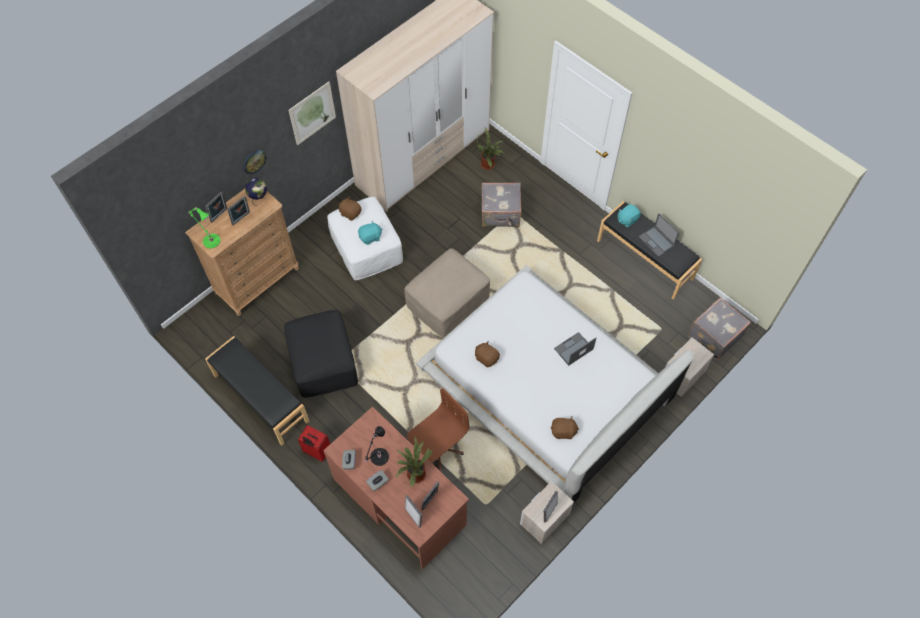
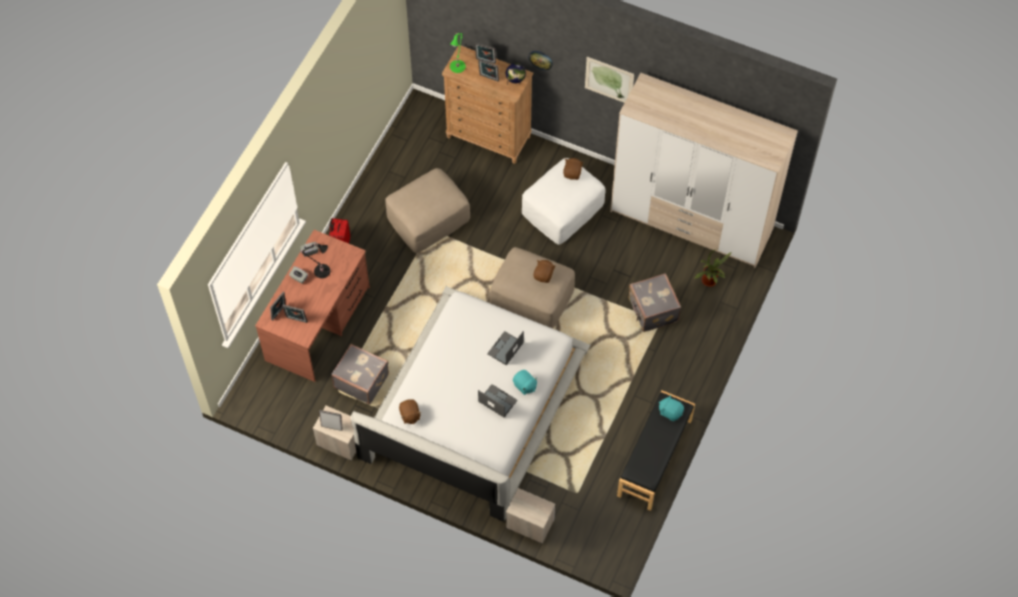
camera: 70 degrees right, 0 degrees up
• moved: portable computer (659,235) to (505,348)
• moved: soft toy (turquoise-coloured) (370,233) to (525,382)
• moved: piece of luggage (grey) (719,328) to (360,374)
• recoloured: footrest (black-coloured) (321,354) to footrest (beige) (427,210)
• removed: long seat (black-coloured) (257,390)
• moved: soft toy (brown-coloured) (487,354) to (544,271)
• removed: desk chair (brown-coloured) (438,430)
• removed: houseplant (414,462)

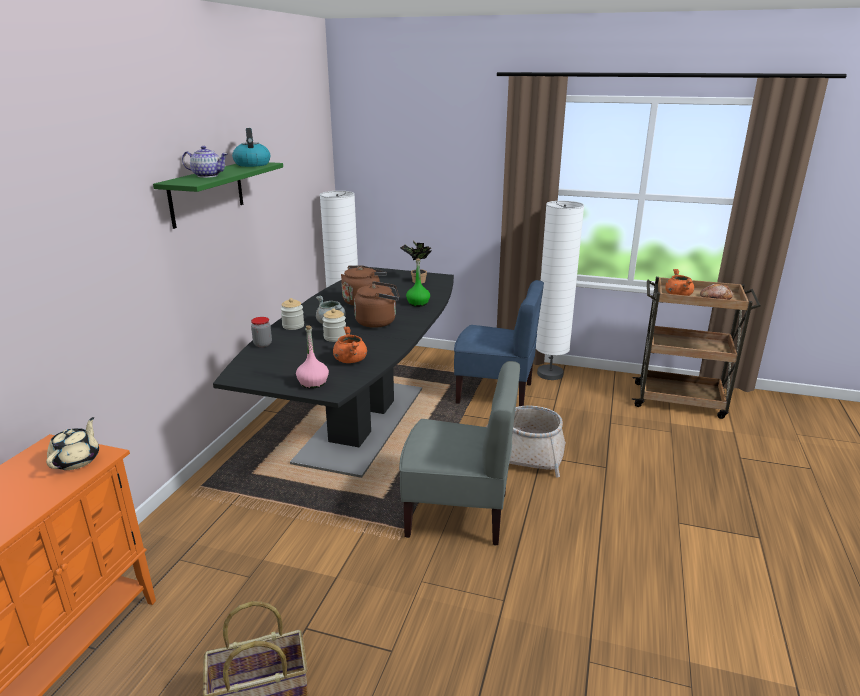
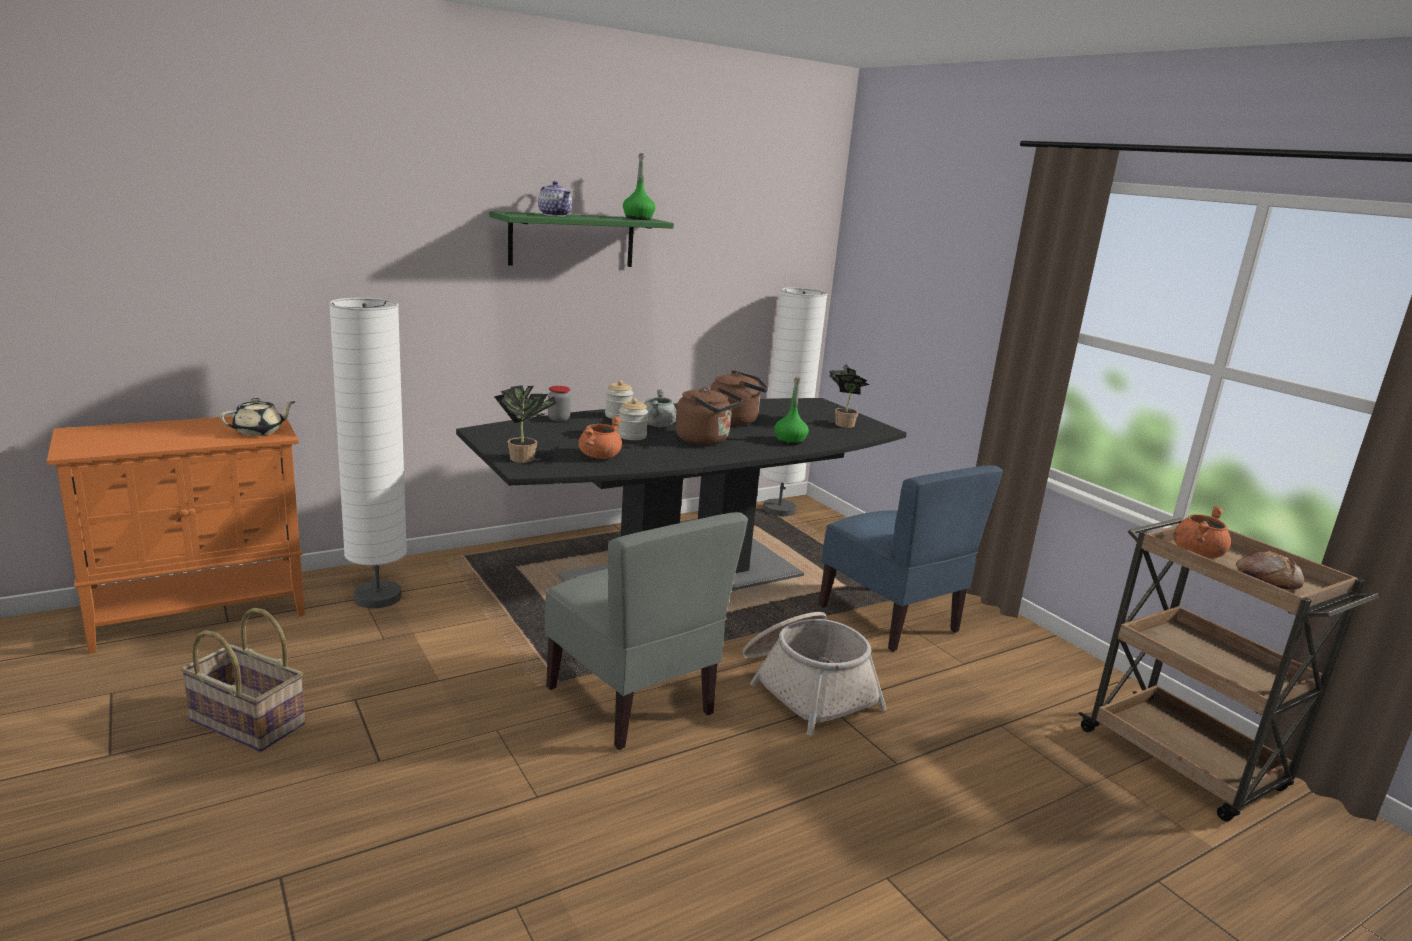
camera: 40 degrees right, 5 degrees down
• replaced: tea kettle (251,147) to beverage bottle (green) (639,186)
• moved: standing lamp (whitish) (560,290) to (368,453)
• replaced: beverage bottle (pink) (312,357) to houseplant (525,424)

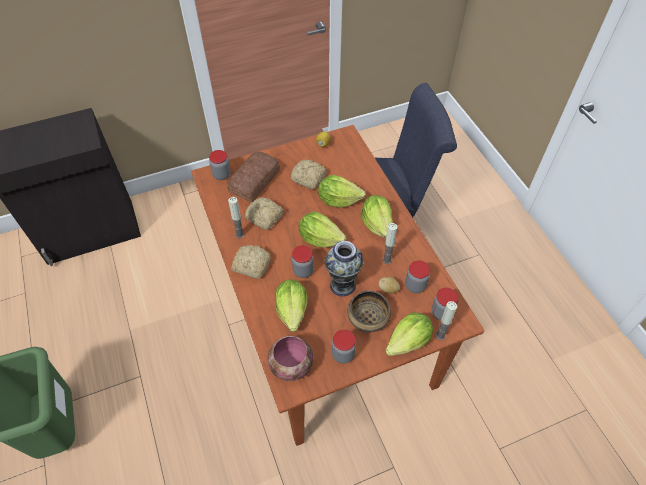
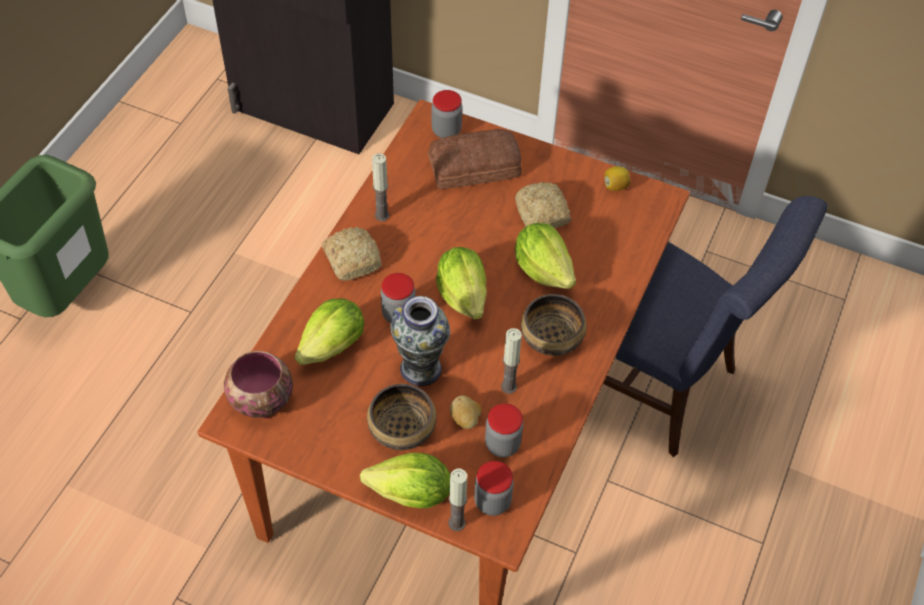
camera: 45 degrees right, 0 degrees up
• replaced: head of lettuce (377,216) to serving bowl (554,325)
• removed: bakery bread (264,213)
• removed: preserve jar (344,347)

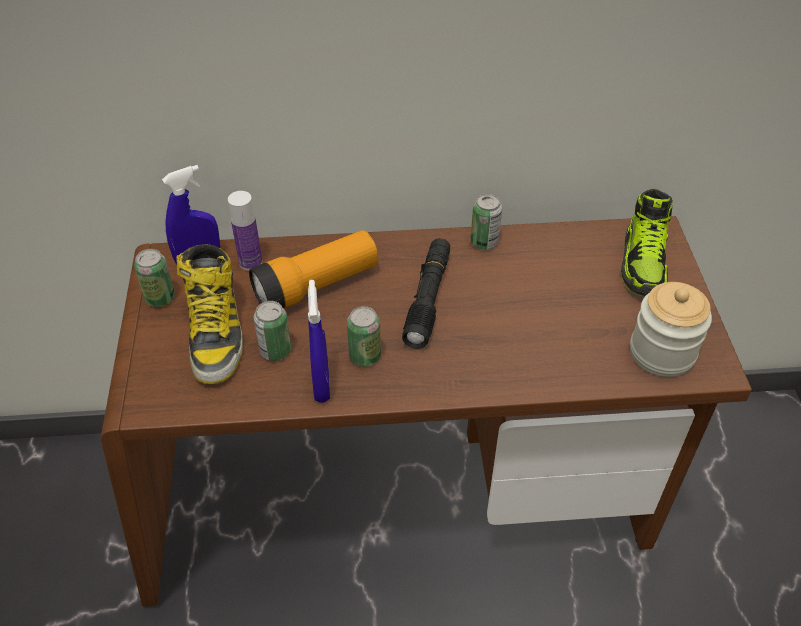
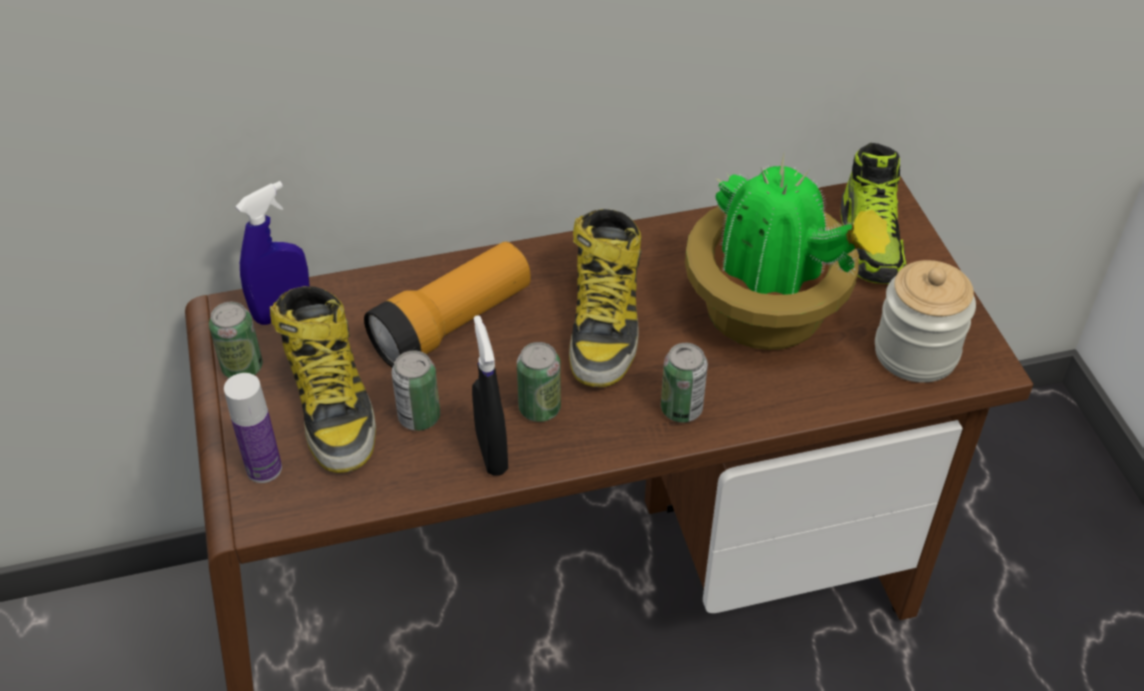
camera: 10 degrees left, 0 degrees up
• moved: beverage bottle (245,231) to (253,428)
• moved: sealed can (486,221) to (684,383)
• replaced: flashlight (black-coloured) (426,293) to boot (605,298)
• recoloured: sprayer (blue) (319,341) to sprayer (black-coloured) (490,395)
• added: houseplant (788,252)

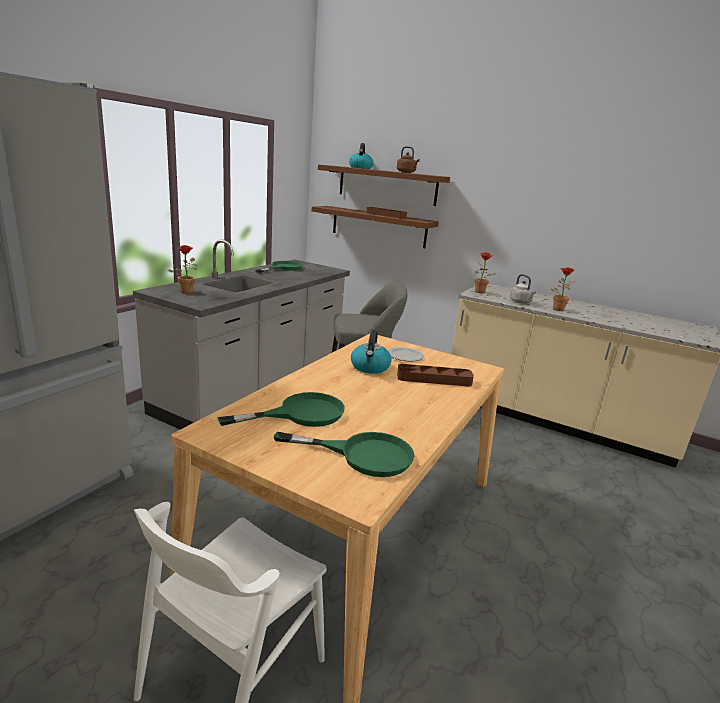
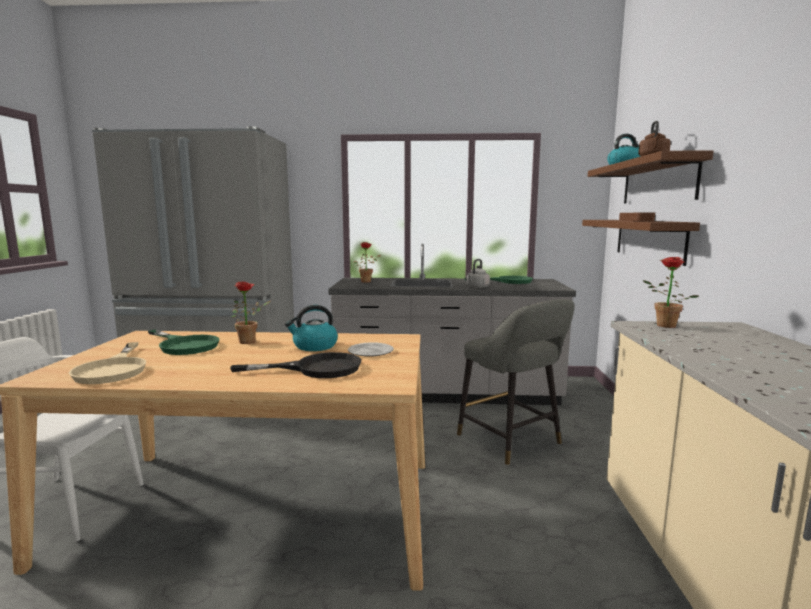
camera: 65 degrees right, 10 degrees down
• moved: houseplant (563,289) to (251,312)
• moved: tea kettle (grey) (523,288) to (478,273)
• replaced: serving tray (brown-coloured) (435,375) to pan (black-coloured) (296,365)
• recoloured: pan (green) (344,454) to pan (beige) (107,363)

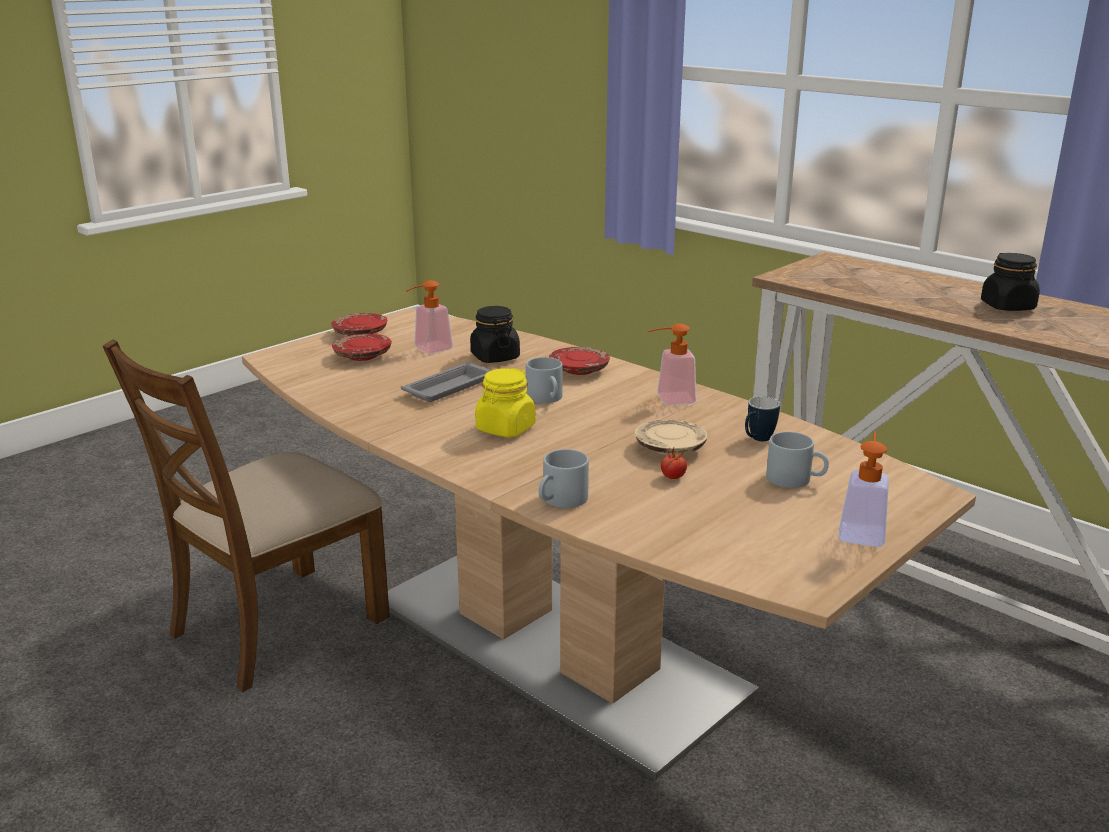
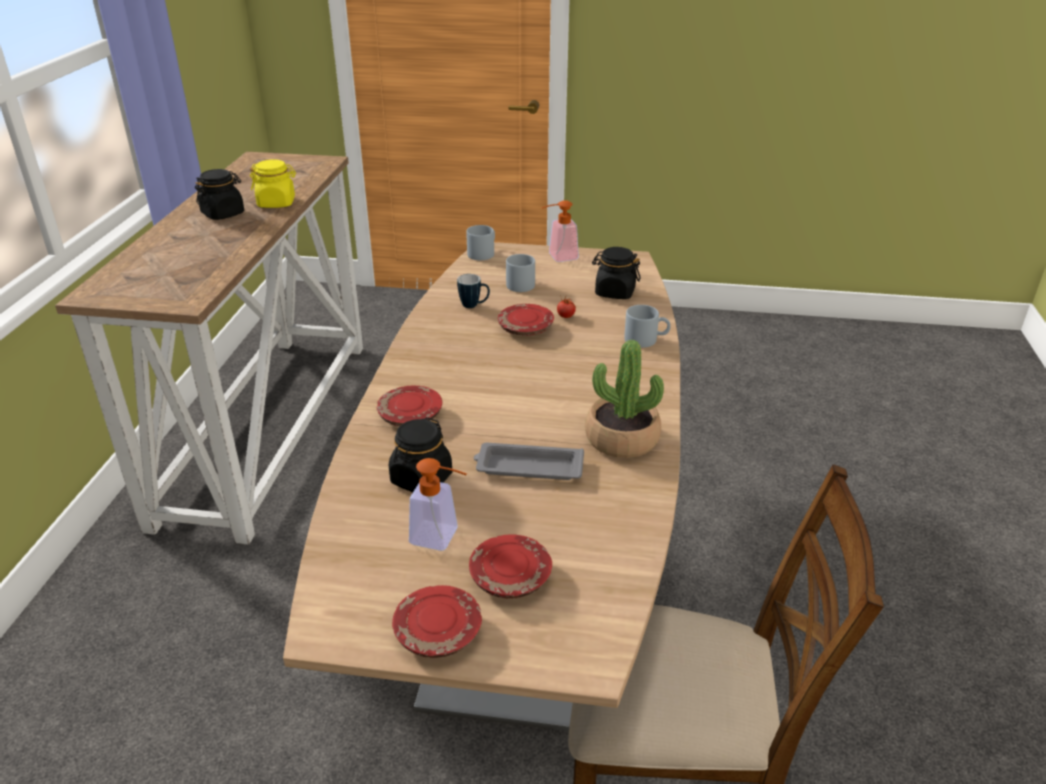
camera: 125 degrees left, 10 degrees up
• removed: soap dispenser (672,364)
• moved: coffee mug (grey) (544,380) to (480,242)
• moved: preserve jar (yellowish) (505,402) to (273,184)
• recoloured: plate (beige) (671,437) to plate (red) (526,320)
• added: preserve jar (black-coloured) (616,273)
• added: houseplant (624,399)

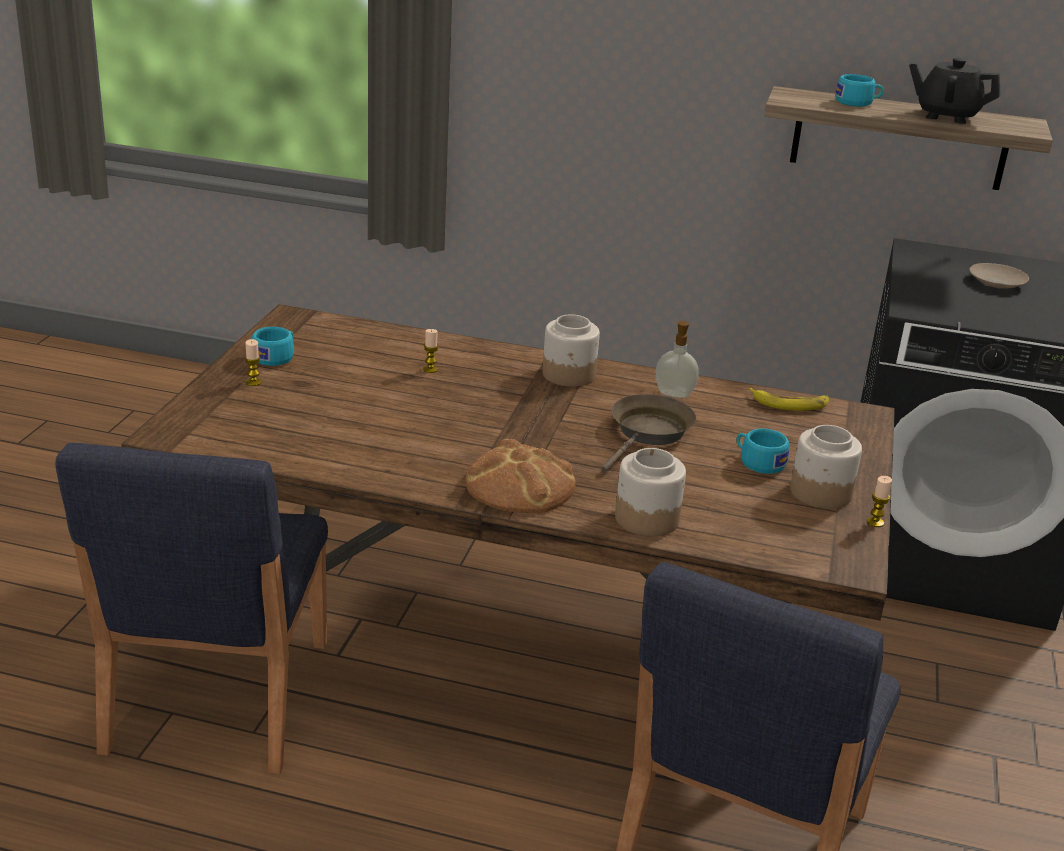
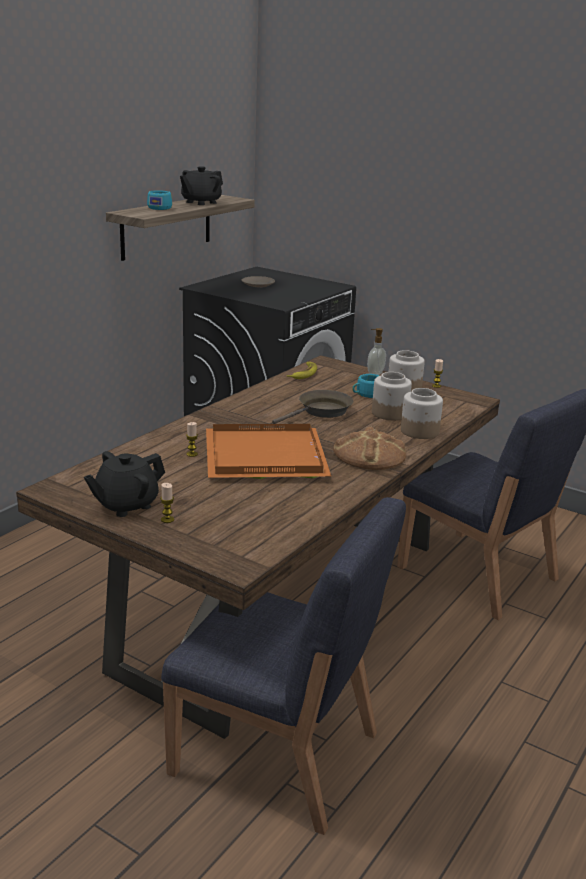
camera: 70 degrees left, 5 degrees down
• moved: preserve jar (571,350) to (392,396)
• moved: soap dispenser (677,359) to (376,351)
• replaced: cup (turquoise-coloured) (273,346) to pot for tea (black-coloured) (124,484)
• turned: pan (brown-coloured) (648,433) = (312,407) 90 degrees clockwise
• added: serving tray (orange-coloured) (268,451)

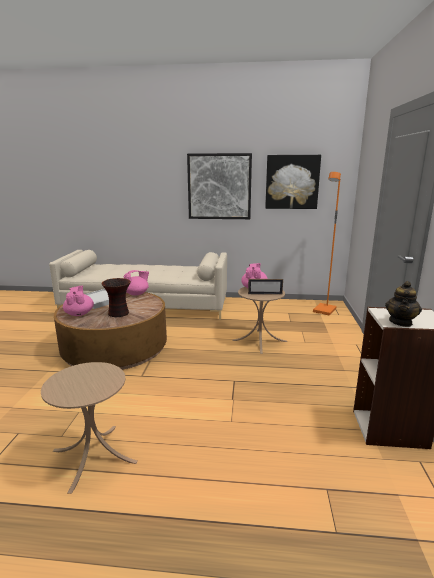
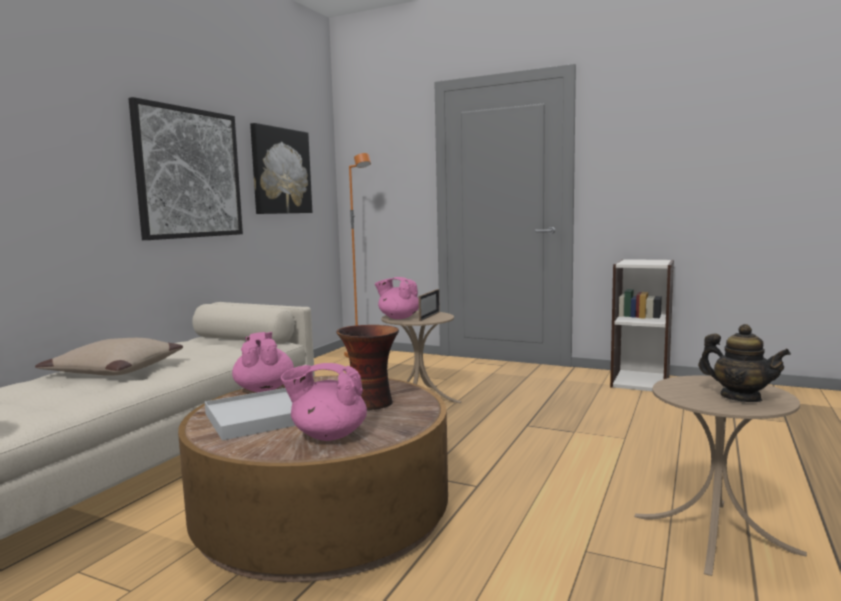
camera: 70 degrees left, 10 degrees down
• moved: pot for tea (403,304) to (744,363)
• added: cushion (beige) (109,357)

